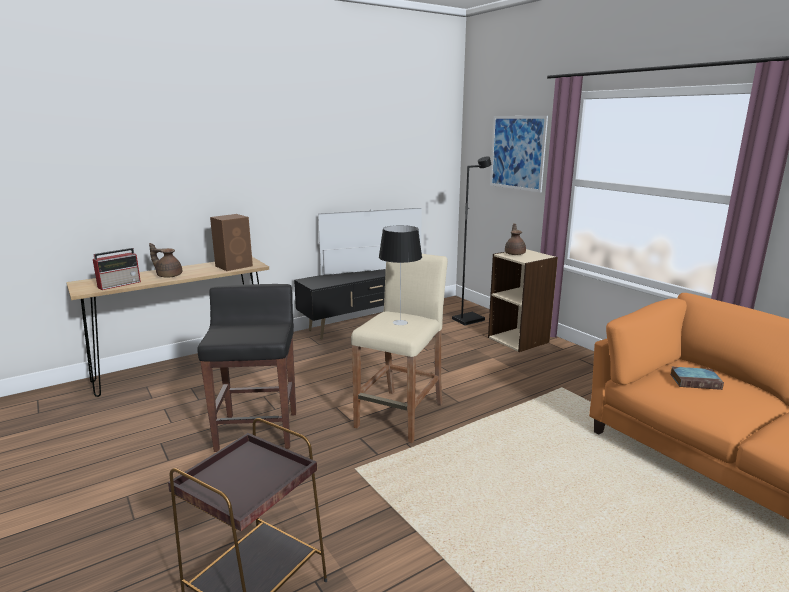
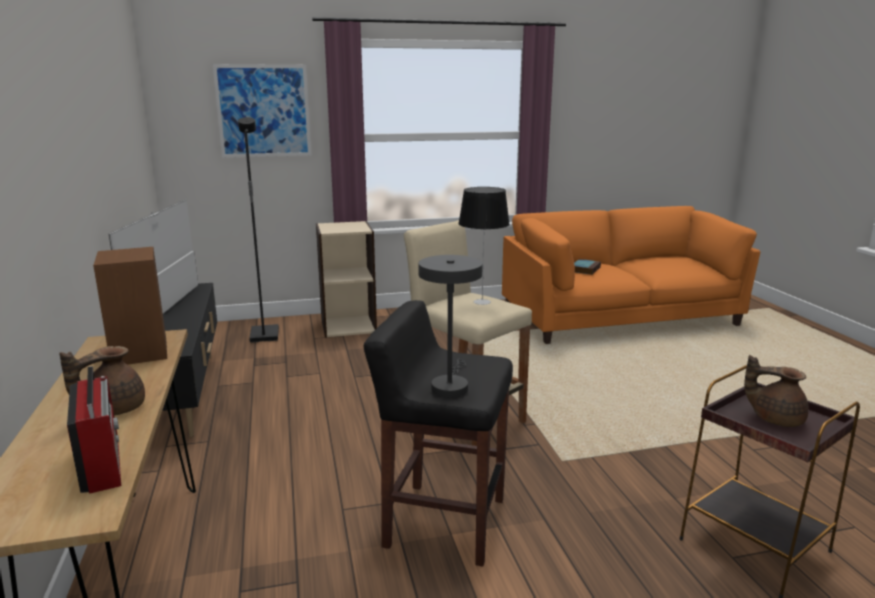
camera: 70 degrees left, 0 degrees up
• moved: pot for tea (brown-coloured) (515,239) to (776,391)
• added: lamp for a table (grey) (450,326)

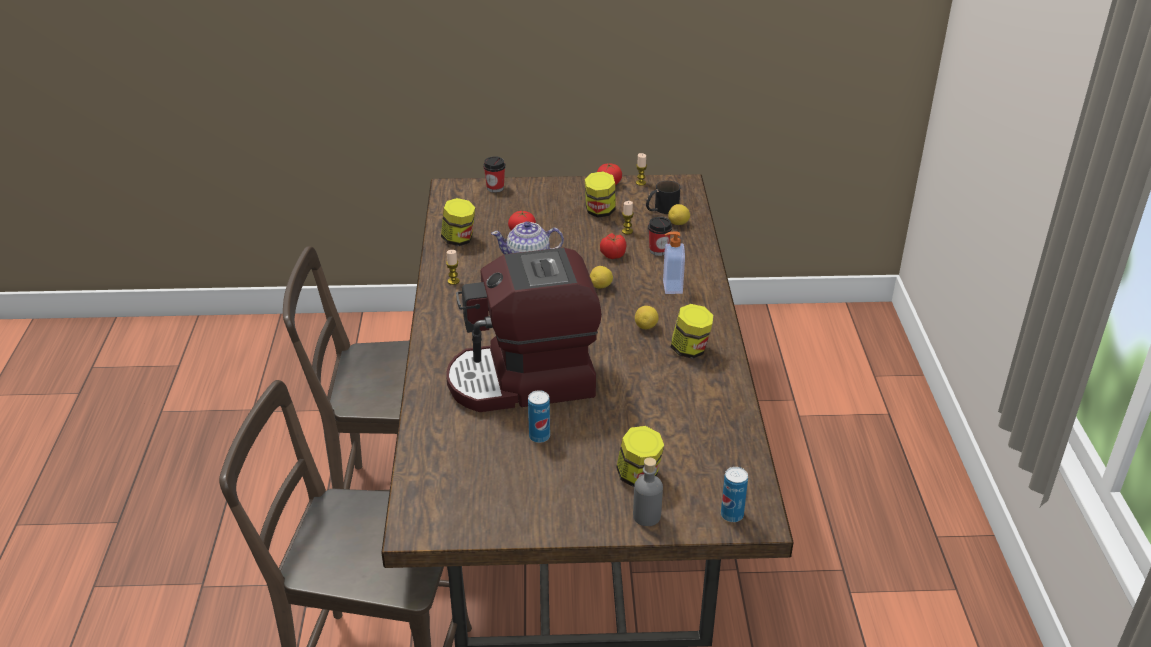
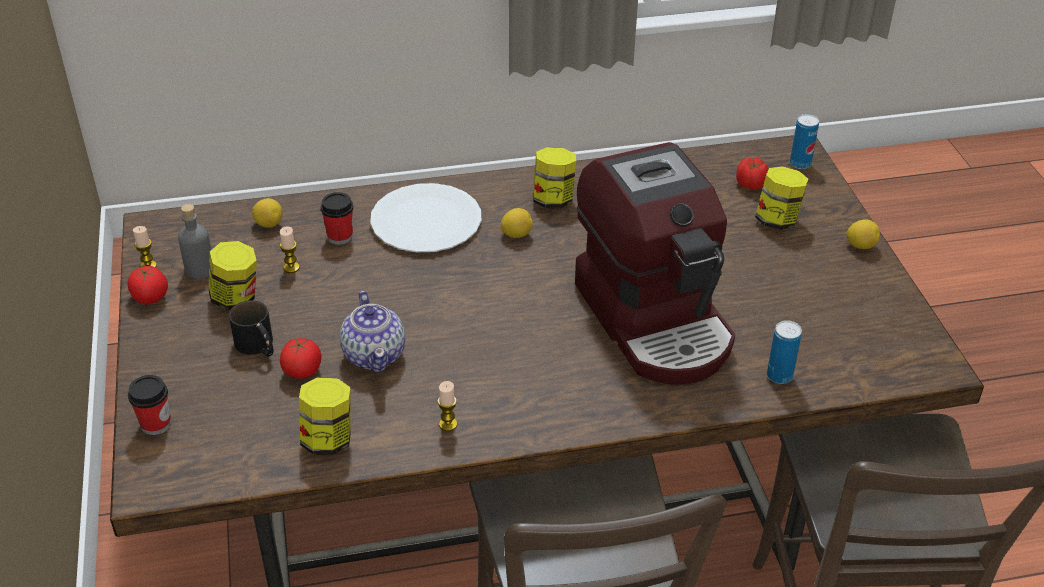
camera: 100 degrees left, 5 degrees up
• moved: coffee mug (black-coloured) (663,197) to (251,328)
• replaced: soap dispenser (674,262) to plate (whitish) (425,217)
• moved: fresh tomato (613,246) to (752,174)
• moved: citrus fruit (601,277) to (863,234)
• moved: sealed can (539,416) to (784,352)
• moved: beverage bottle (grey) (648,492) to (195,241)

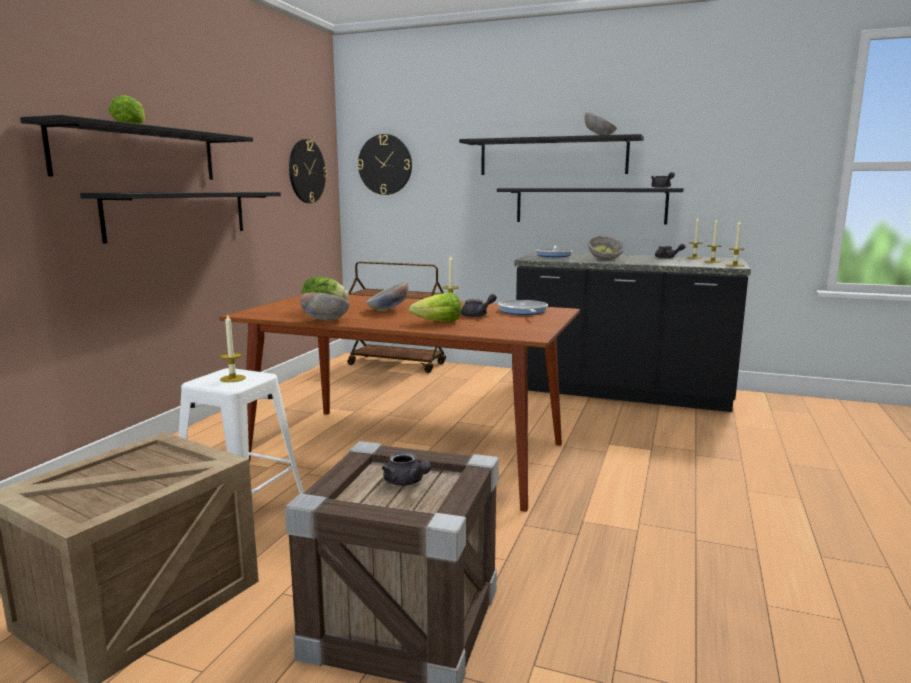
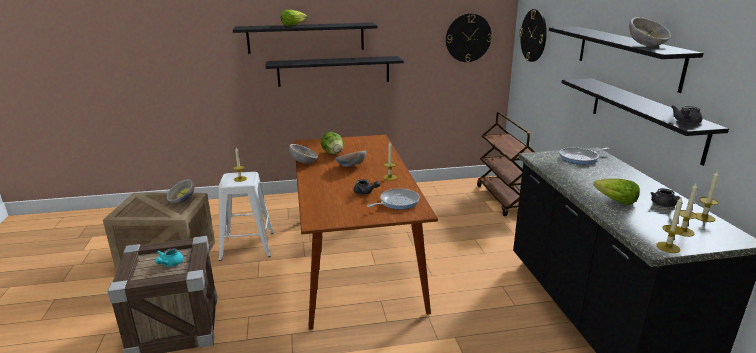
camera: 60 degrees right, 10 degrees up
• moved: serving bowl (605,247) to (180,191)
• moved: head of lettuce (435,307) to (616,191)
• recoloured: pot for tea (grey) (406,469) to pot for tea (turquoise-coloured) (169,257)

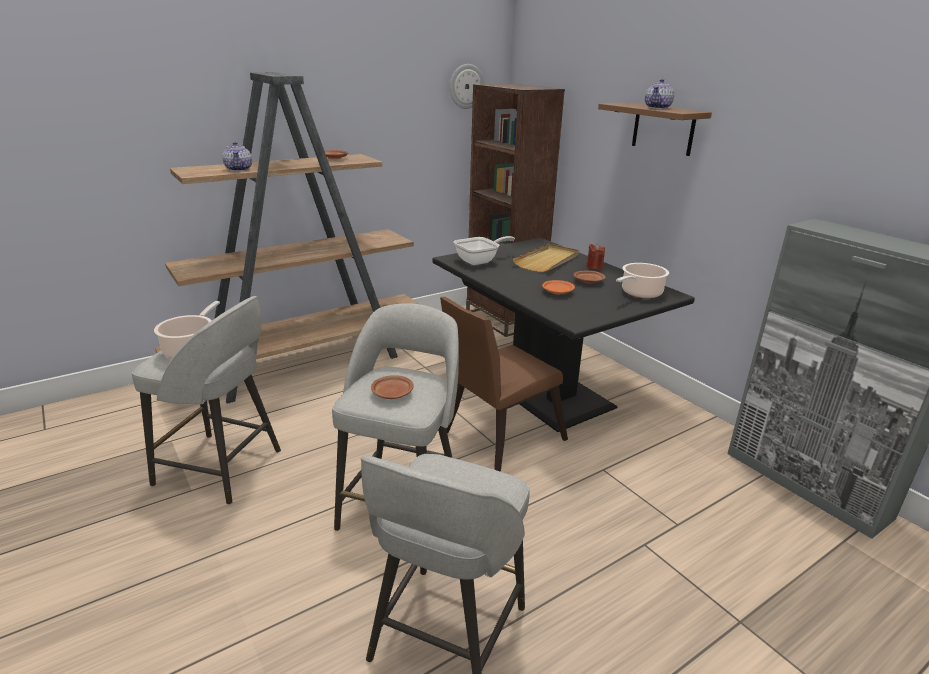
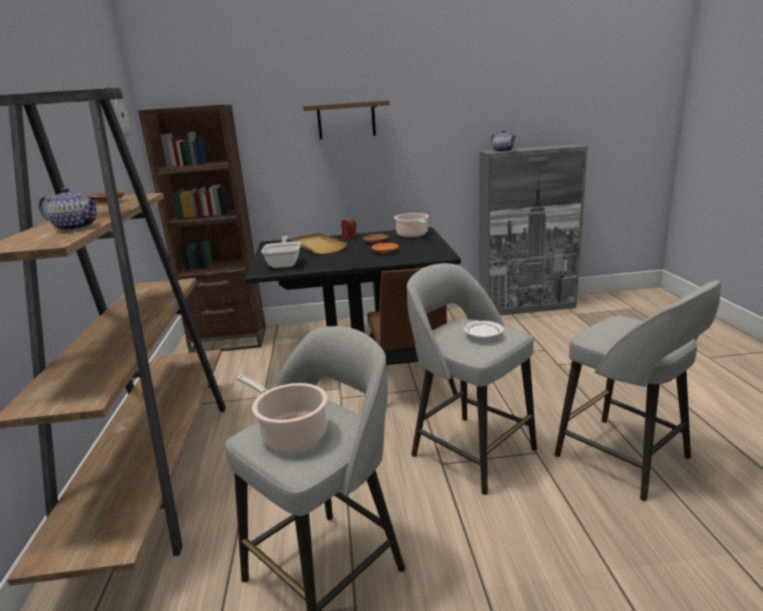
camera: 60 degrees left, 5 degrees down
• moved: pot for tea (659,94) to (503,141)
• recoloured: plate (brown-coloured) (392,387) to plate (whitish) (484,330)

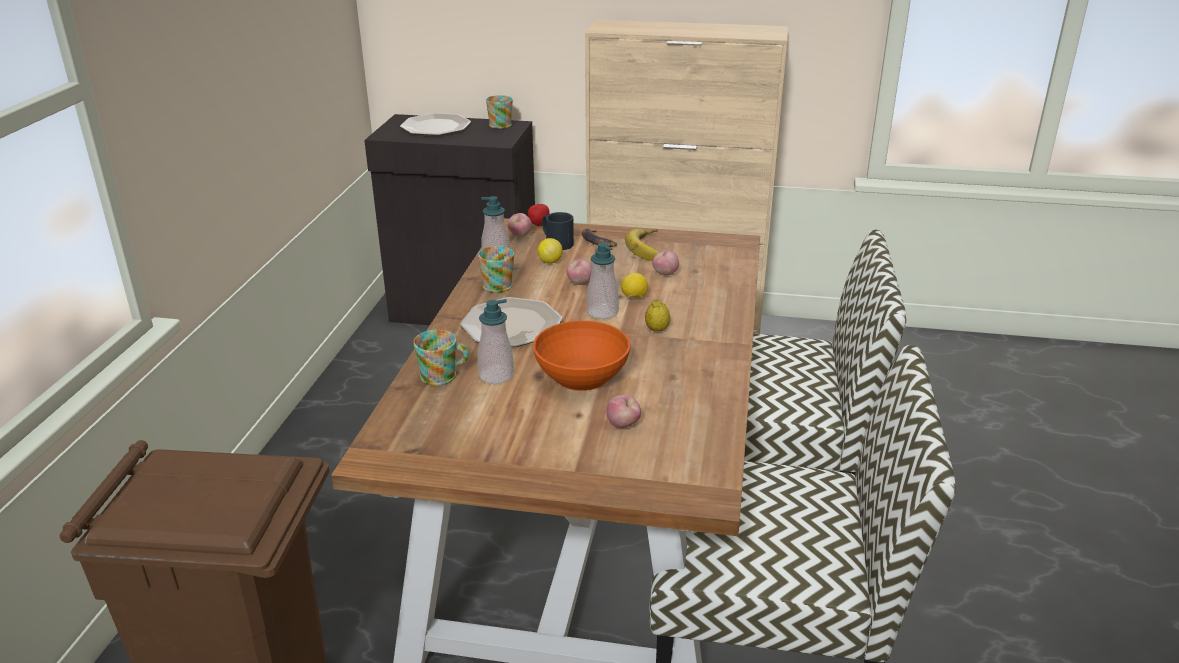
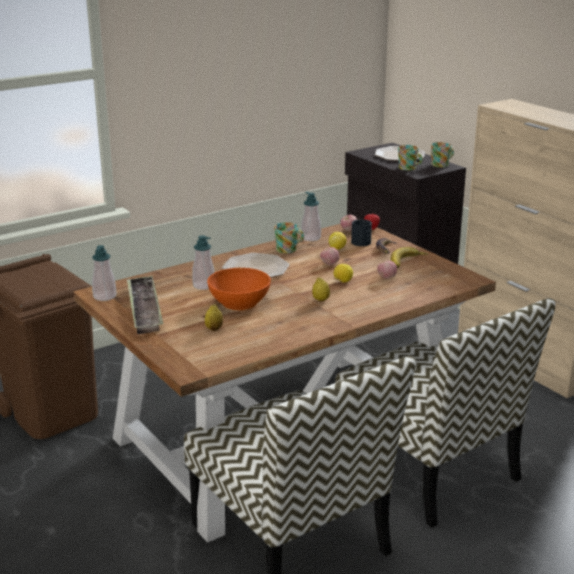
camera: 45 degrees right, 5 degrees down
• moved: soap dispenser (603,280) to (104,273)
• moved: coffee mug (441,358) to (410,157)
• replaced: whole apple (624,411) to citrus fruit (214,318)
• added: serving tray (145,305)

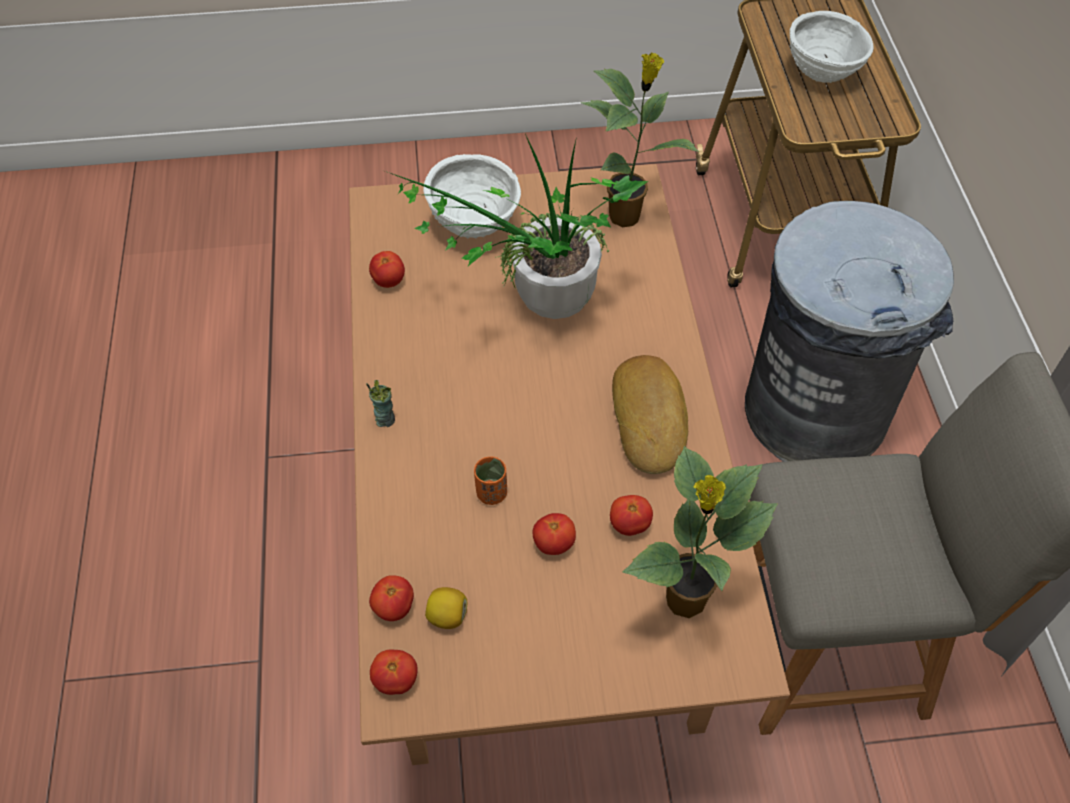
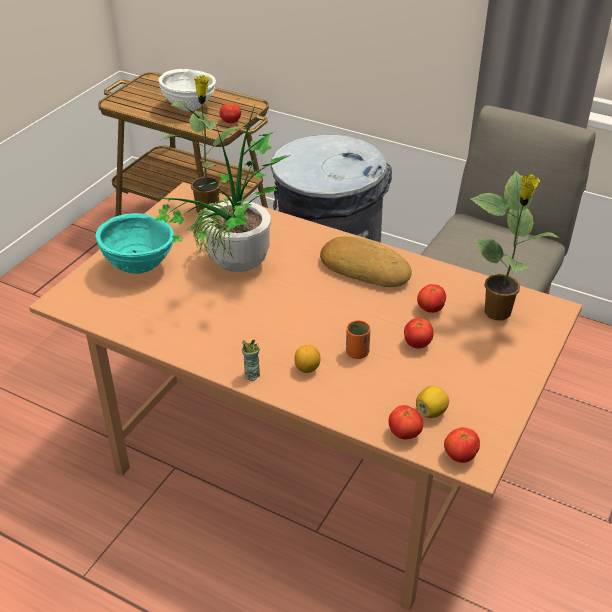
camera: 55 degrees left, 15 degrees down
• recoloured: serving bowl (whitish) (472,196) to serving bowl (turquoise-coloured) (134,243)
• moved: fresh tomato (387,269) to (230,113)
• added: citrus fruit (307,359)

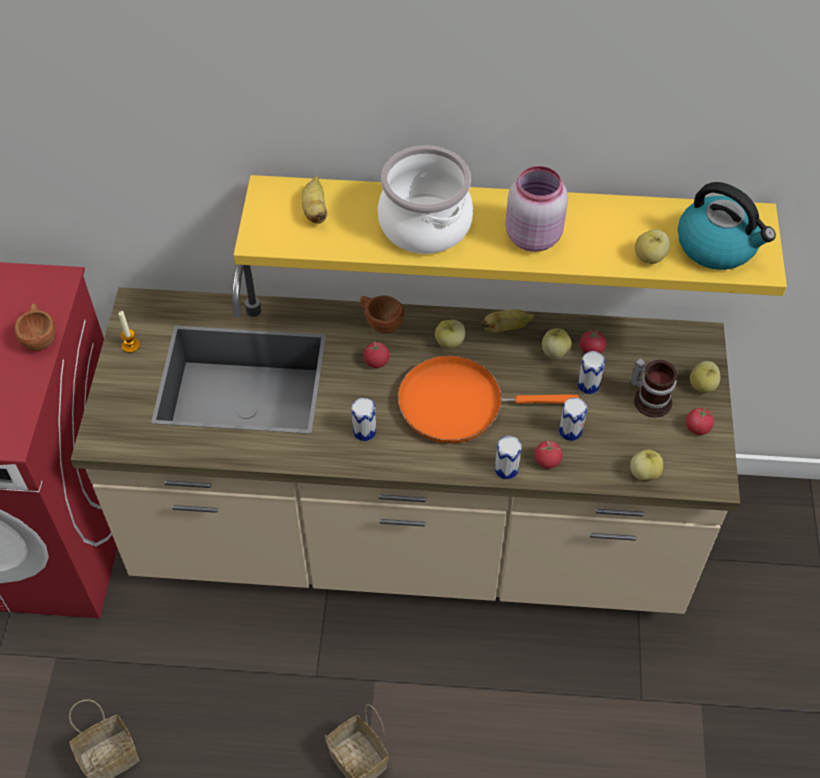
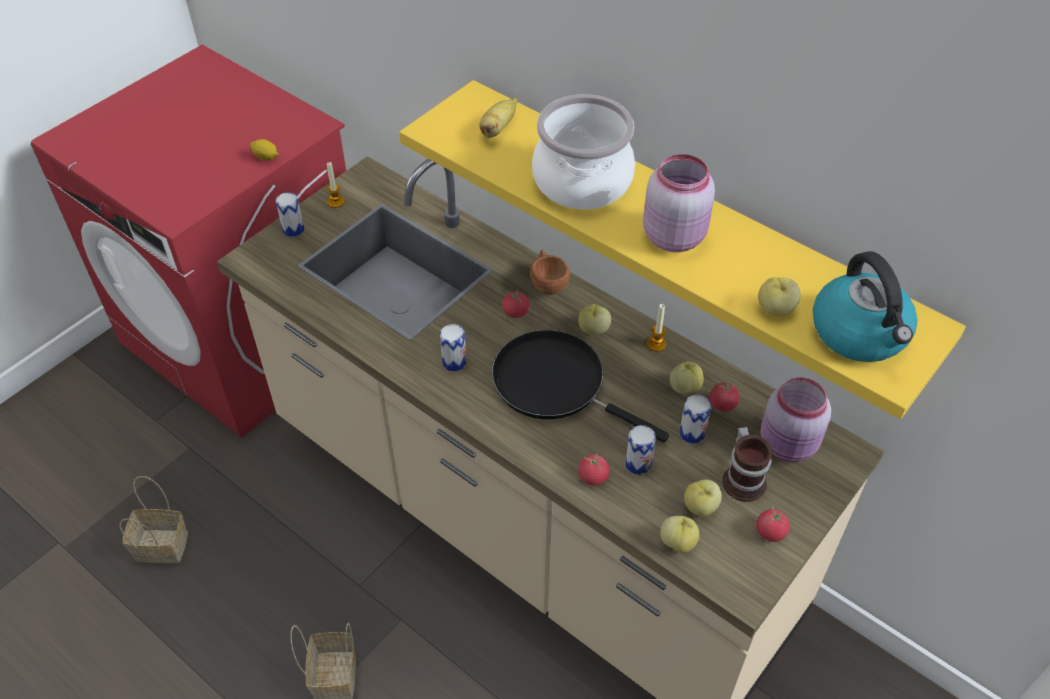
camera: 35 degrees right, 5 degrees down
• replaced: cup (brown-coloured) (34,327) to citrus fruit (264,149)
• replaced: banana (508,321) to candle (656,327)
• recoloured: pan (orange-coloured) (488,399) to pan (black-coloured) (580,386)
• moved: whole apple (705,377) to (703,497)
• moved: sealed can (508,457) to (290,214)
• added: preserve jar (pink) (795,419)

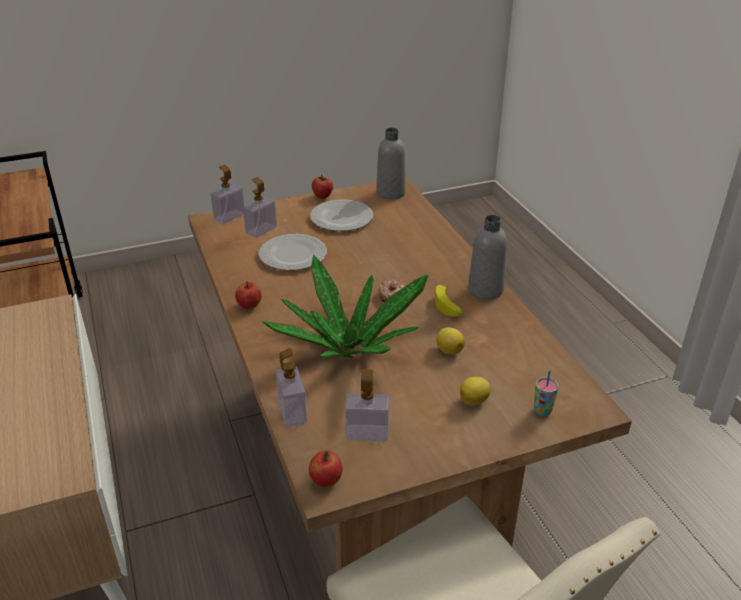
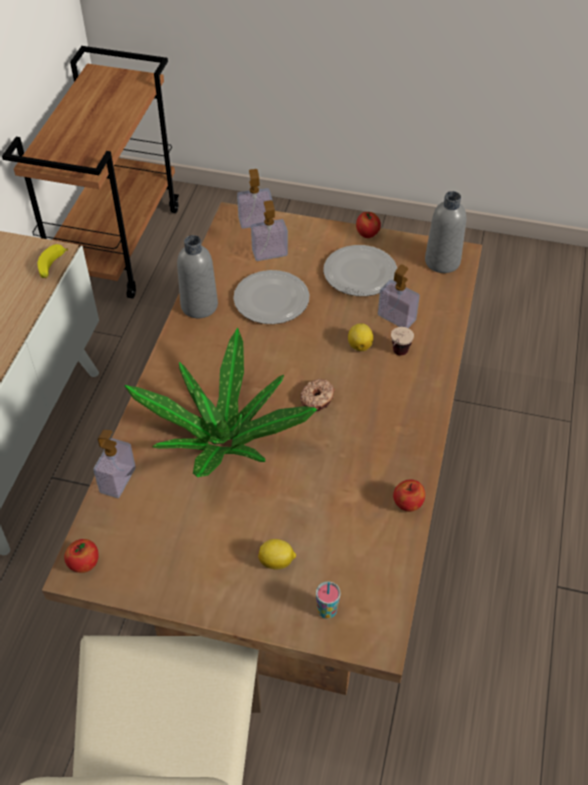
camera: 35 degrees right, 15 degrees up
• moved: beverage bottle (grey) (487,257) to (197,276)
• moved: whole apple (248,295) to (409,496)
• moved: banana (449,301) to (53,261)
• moved: citrus fruit (450,340) to (360,337)
• moved: soap dispenser (367,405) to (399,296)
• added: cup (402,341)

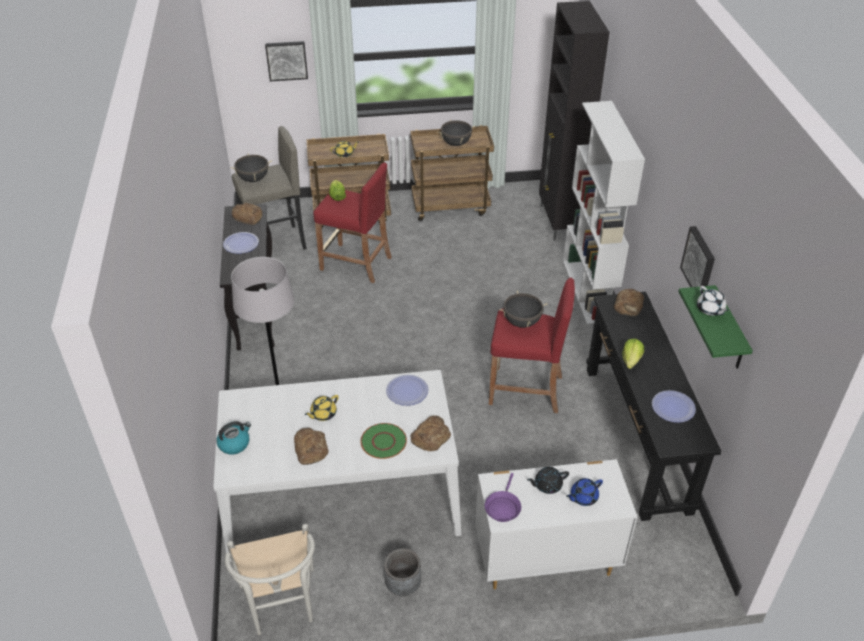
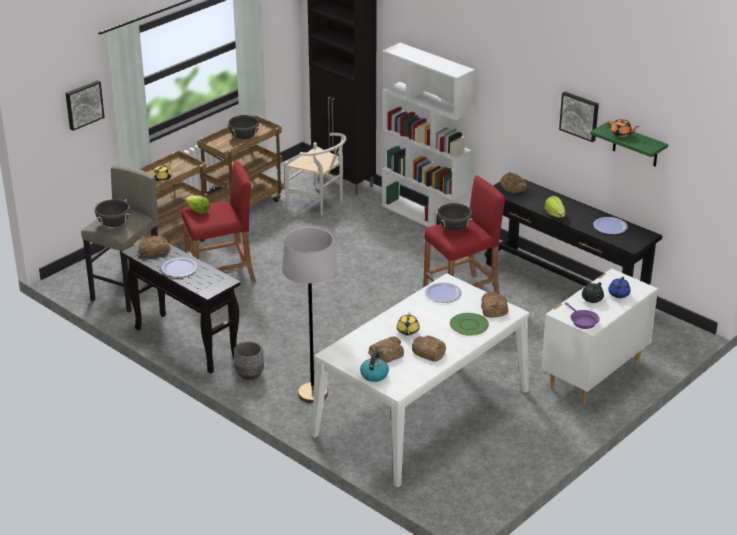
camera: 40 degrees left, 10 degrees down
• recoloured: pot for tea (whitish) (712,301) to pot for tea (orange-coloured) (623,128)
• moved: plain chair (whitish) (270,579) to (315,174)
• moved: planter (grey) (402,572) to (249,360)
• added: bakery bread (386,350)

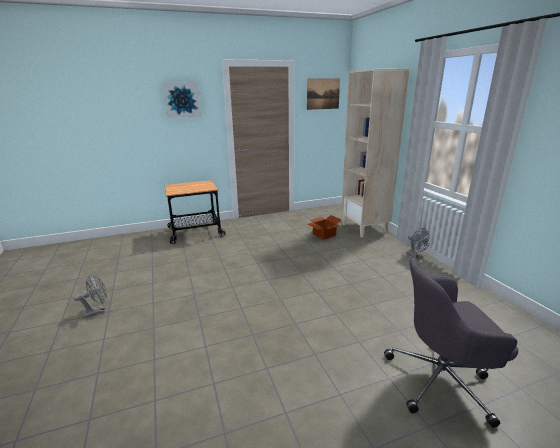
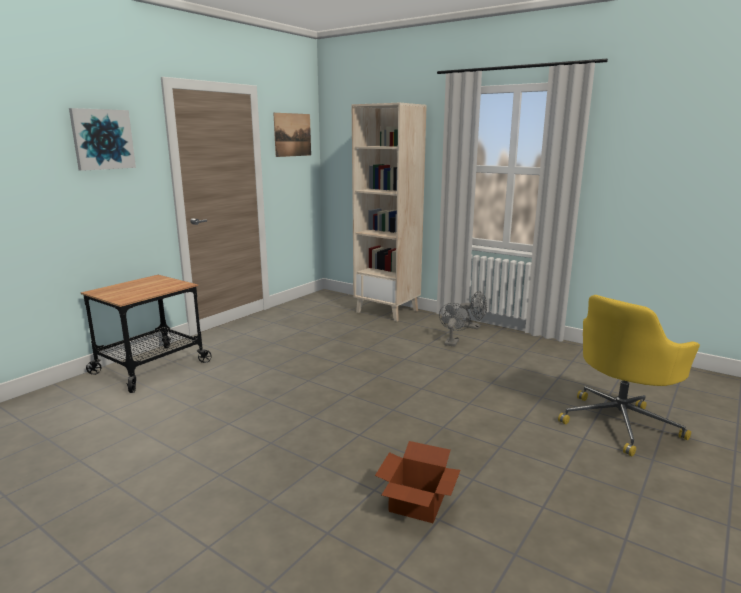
camera: 35 degrees left, 5 degrees down
• moved: packing box (324,227) to (418,482)
• recoloured: desk chair (grey) (451,343) to desk chair (yellowish) (629,375)
• moved: fan (grey) (90,296) to (455,325)

